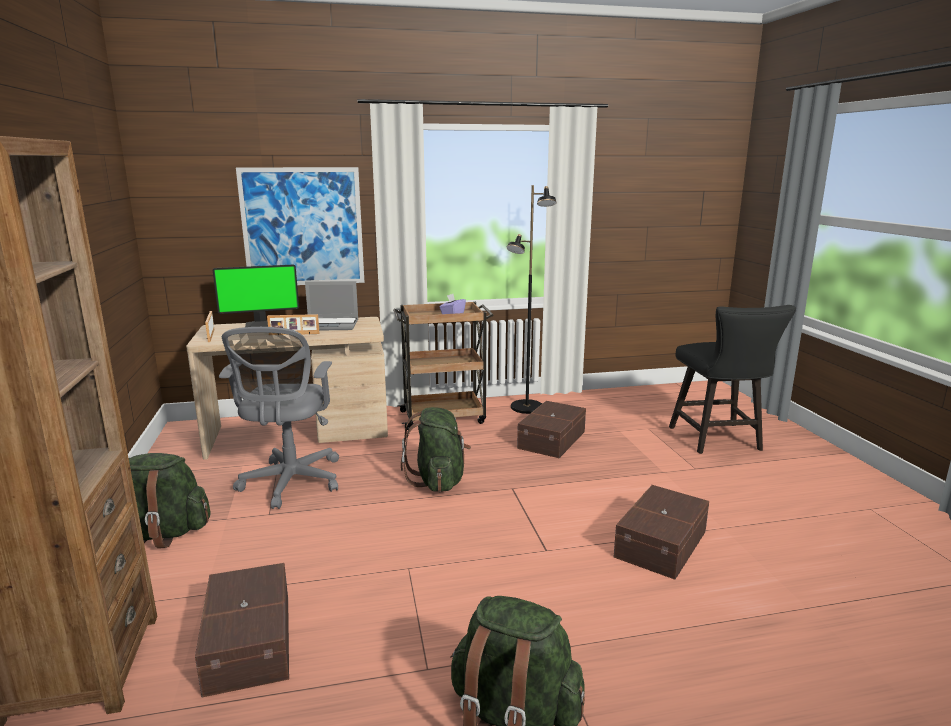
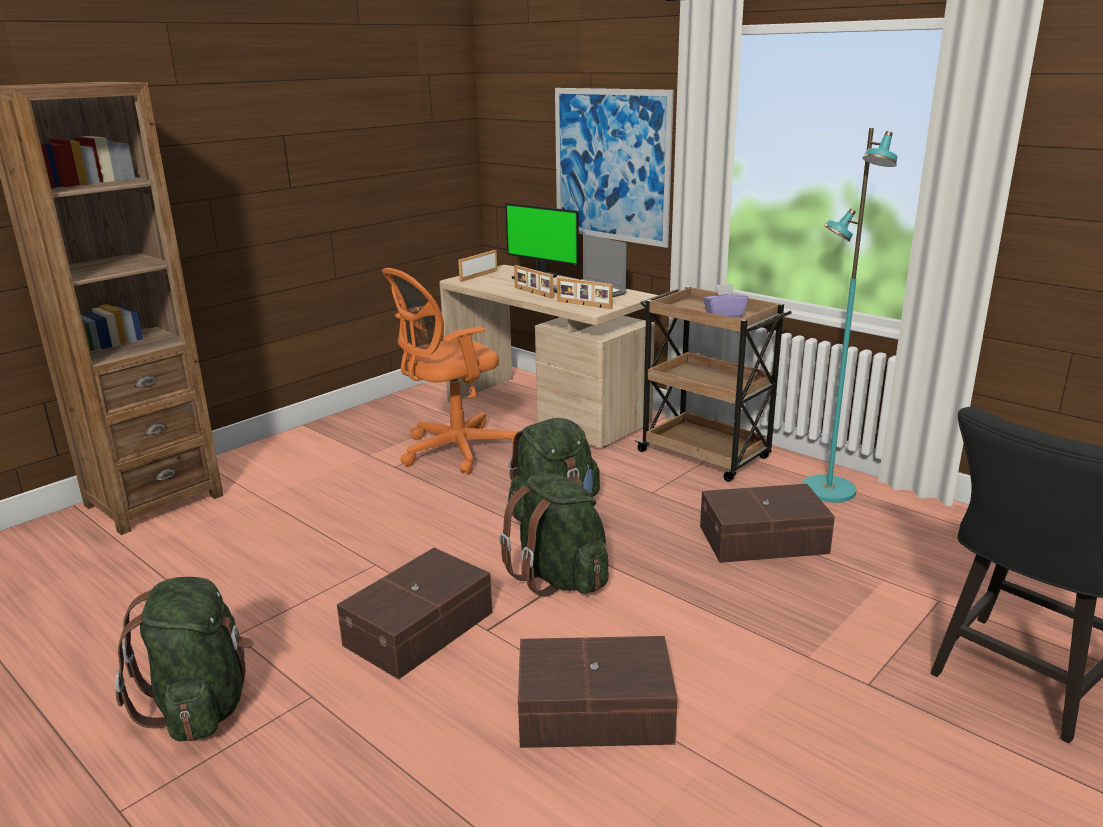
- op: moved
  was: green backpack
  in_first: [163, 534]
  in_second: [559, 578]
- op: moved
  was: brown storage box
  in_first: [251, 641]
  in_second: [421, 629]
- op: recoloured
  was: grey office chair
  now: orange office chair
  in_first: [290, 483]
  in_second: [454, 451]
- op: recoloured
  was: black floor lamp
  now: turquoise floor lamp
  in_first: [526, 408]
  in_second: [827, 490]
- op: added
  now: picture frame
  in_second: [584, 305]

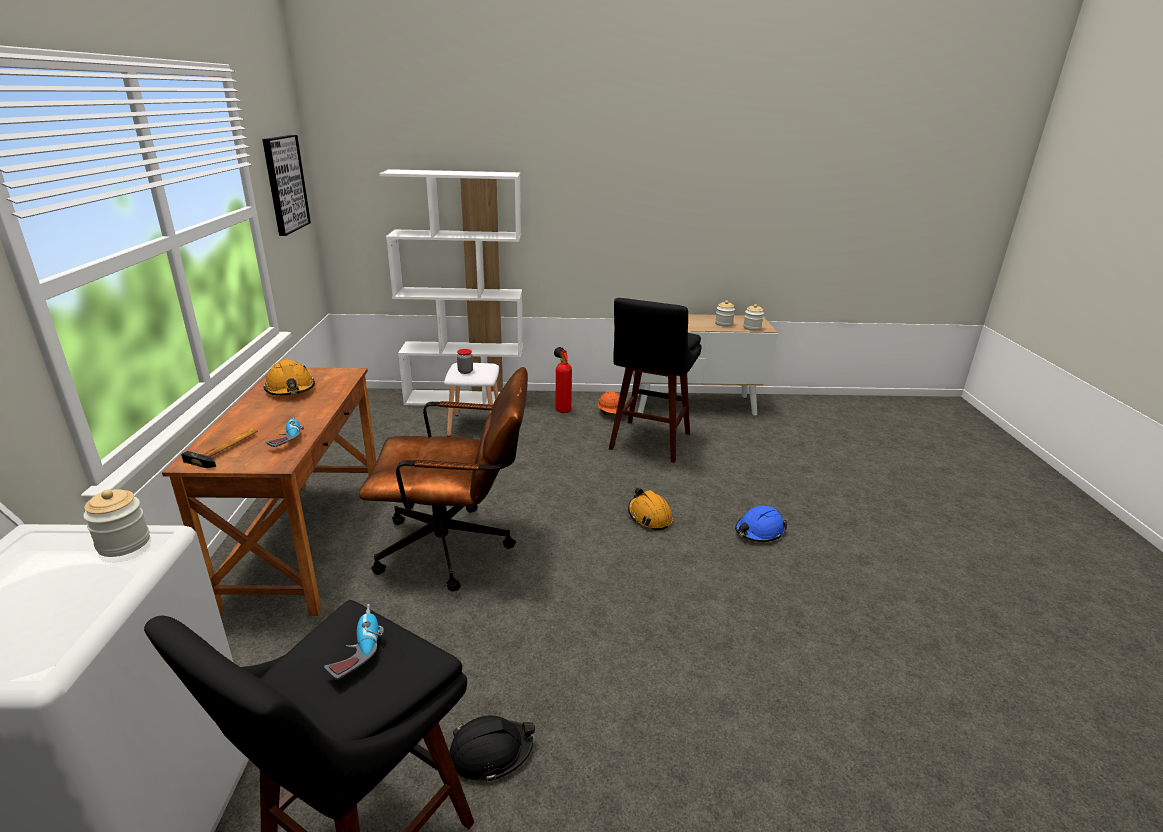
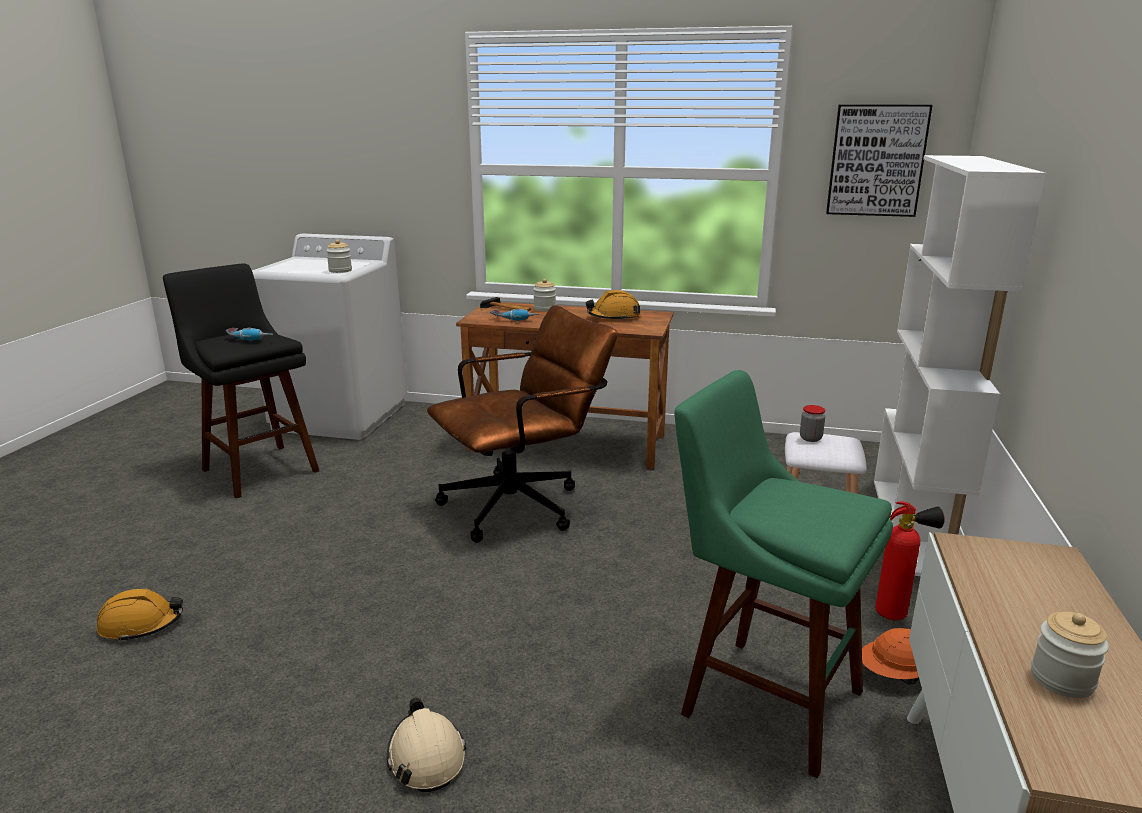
- op: turned
  was: brown office chair
  in_first: [456, 548]
  in_second: [523, 504]
  clockwise: -135
- op: removed
  was: black hard hat
  in_first: [490, 753]
- op: recoloured
  was: black stool
  now: green stool
  in_first: [648, 443]
  in_second: [761, 697]
- op: moved
  was: orange hard hat
  in_first: [649, 516]
  in_second: [141, 624]
- op: recoloured
  was: blue hard hat
  now: beige hard hat
  in_first: [759, 531]
  in_second: [426, 756]
- op: moved
  was: jar
  in_first: [752, 328]
  in_second: [544, 309]

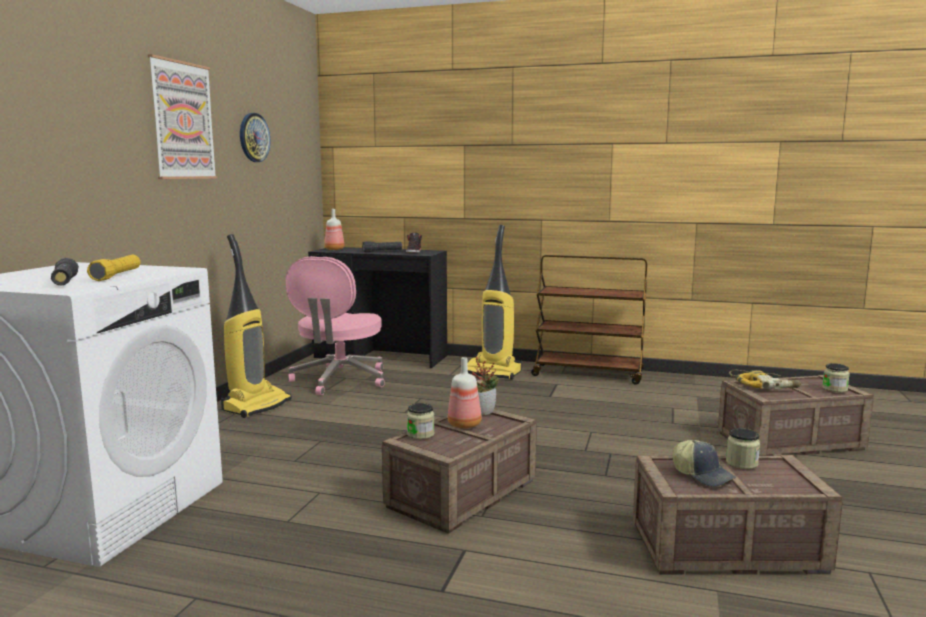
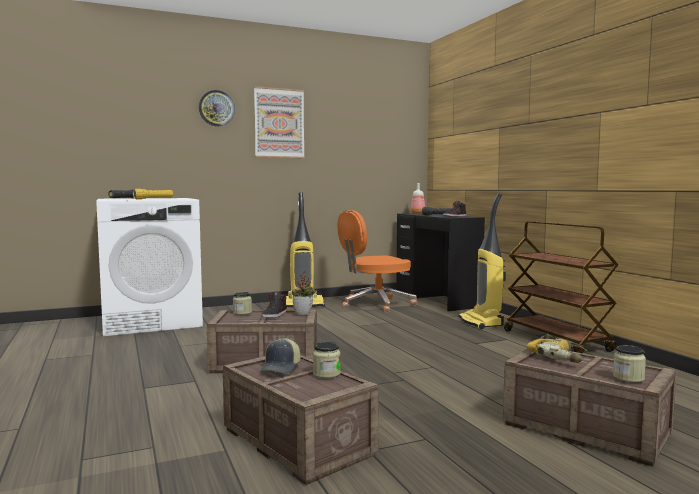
- op: moved
  was: wall clock
  in_first: [254, 137]
  in_second: [216, 108]
- op: recoloured
  was: pink office chair
  now: orange office chair
  in_first: [339, 380]
  in_second: [375, 304]
- op: replaced
  was: bottle
  now: black shoe
  in_first: [464, 424]
  in_second: [275, 315]

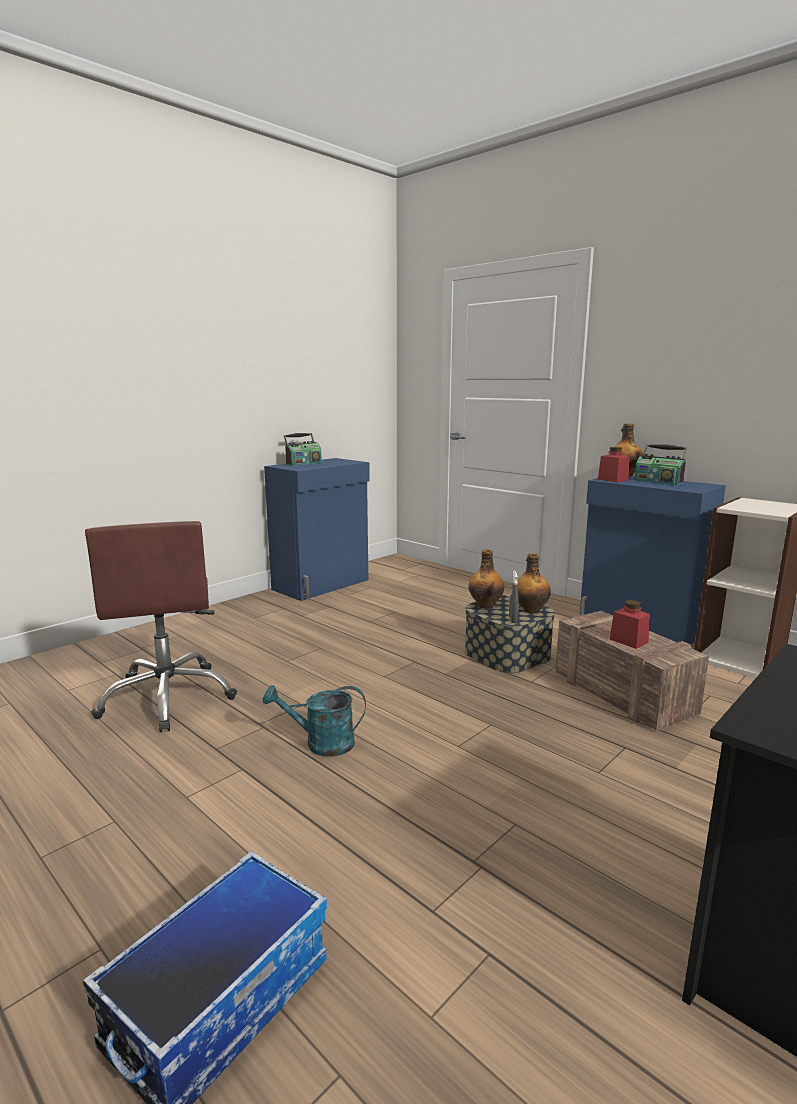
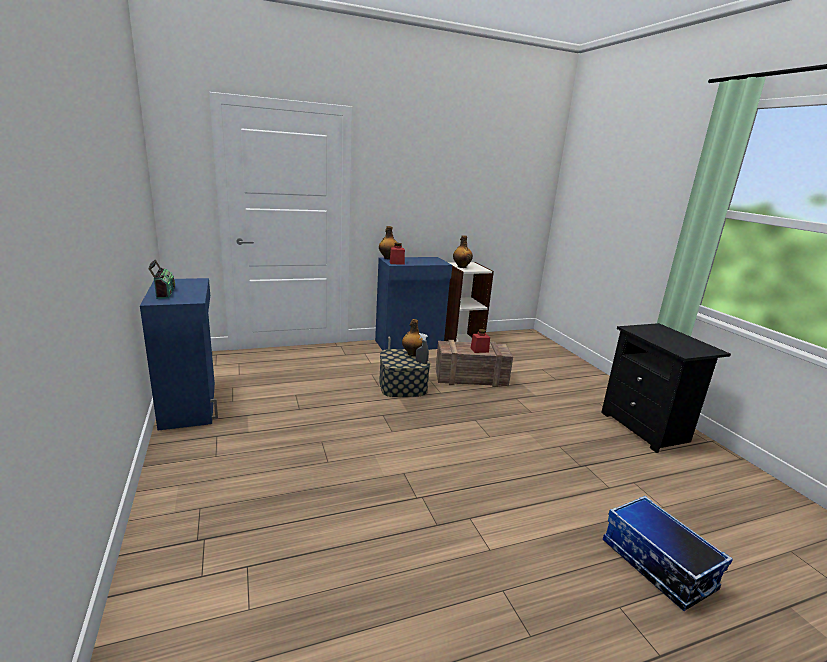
- op: removed
  was: brown office chair
  in_first: [168, 697]
- op: removed
  was: turquoise watering can
  in_first: [321, 744]
- op: moved
  was: bottle
  in_first: [486, 605]
  in_second: [461, 267]
- op: removed
  was: radio
  in_first: [658, 481]

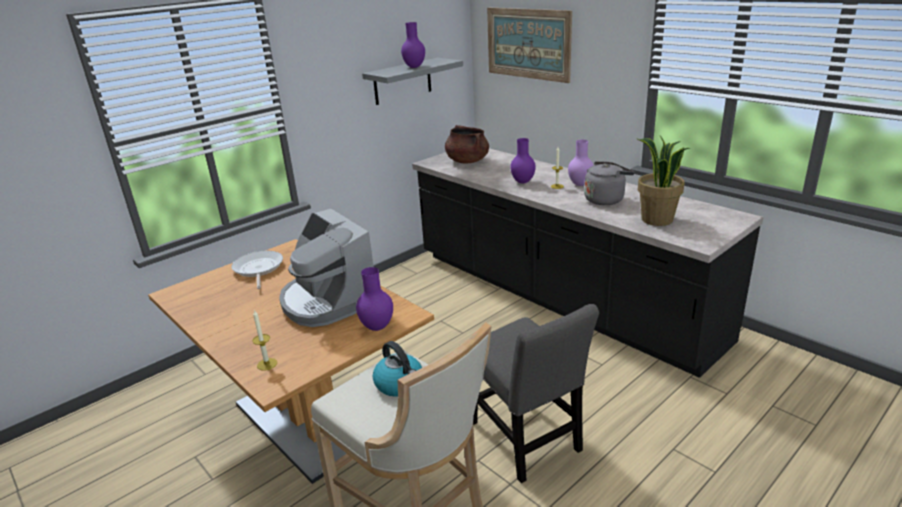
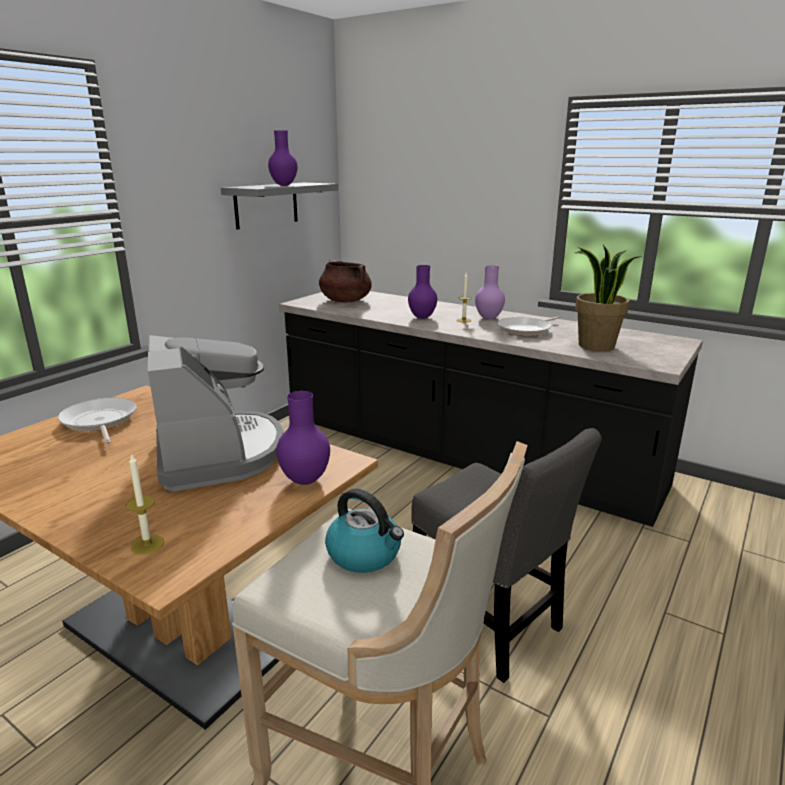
- op: turned
  was: coffee machine
  in_first: [328, 301]
  in_second: [218, 453]
  clockwise: -150
- op: removed
  was: picture
  in_first: [528, 43]
- op: replaced
  was: grey kettle
  now: frying pan
  in_first: [605, 199]
  in_second: [526, 330]

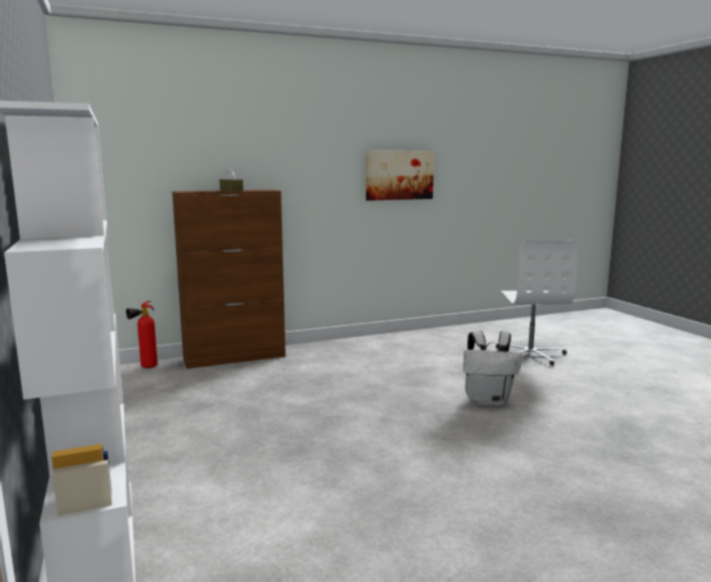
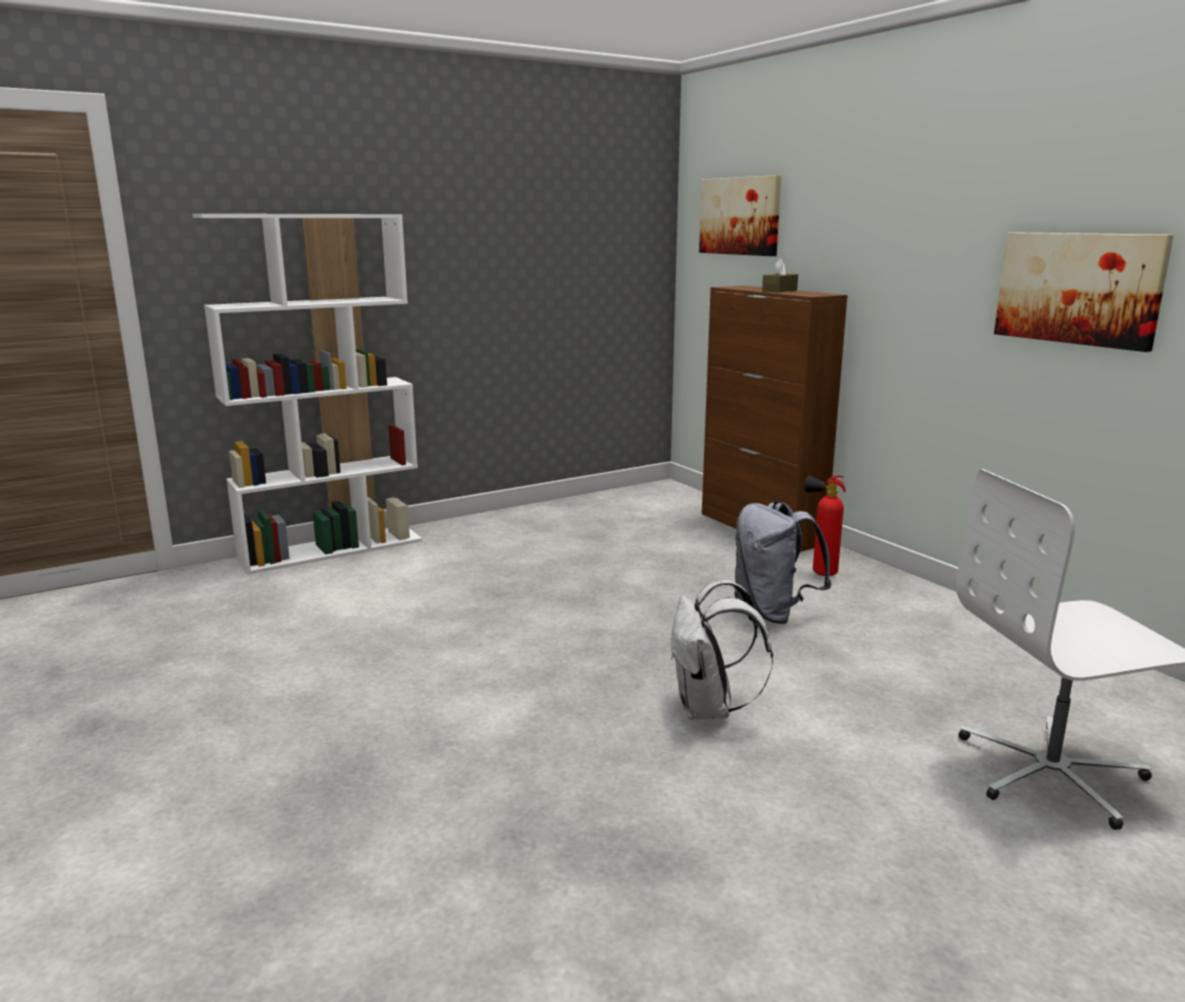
- op: moved
  was: fire extinguisher
  in_first: [145, 368]
  in_second: [819, 572]
- op: added
  now: picture
  in_second: [740, 216]
- op: added
  now: grey backpack
  in_second: [773, 613]

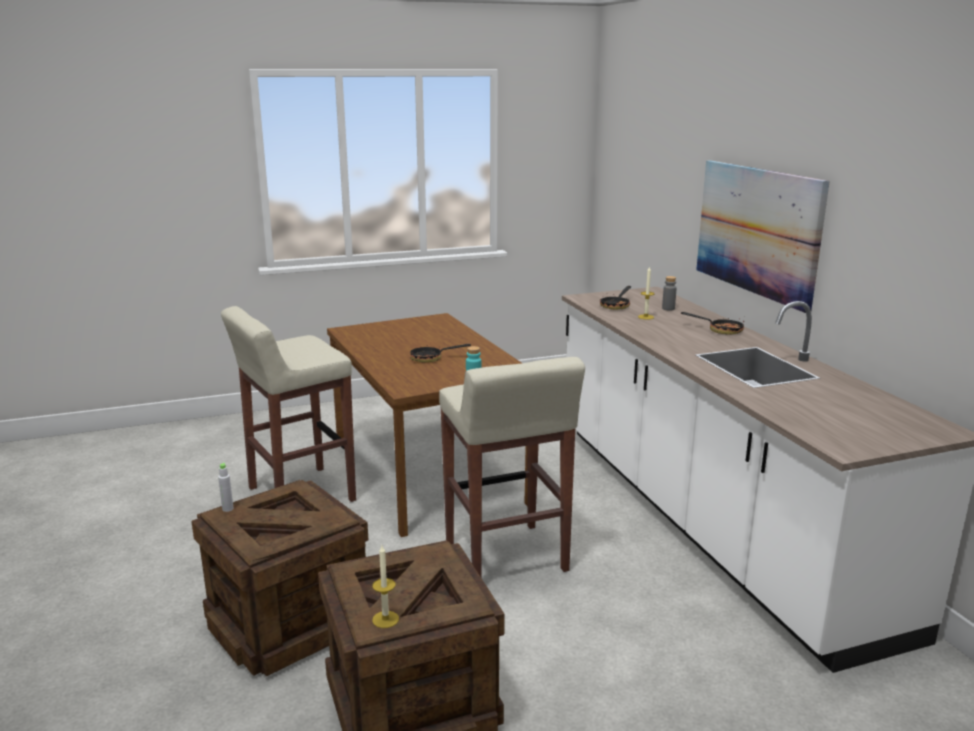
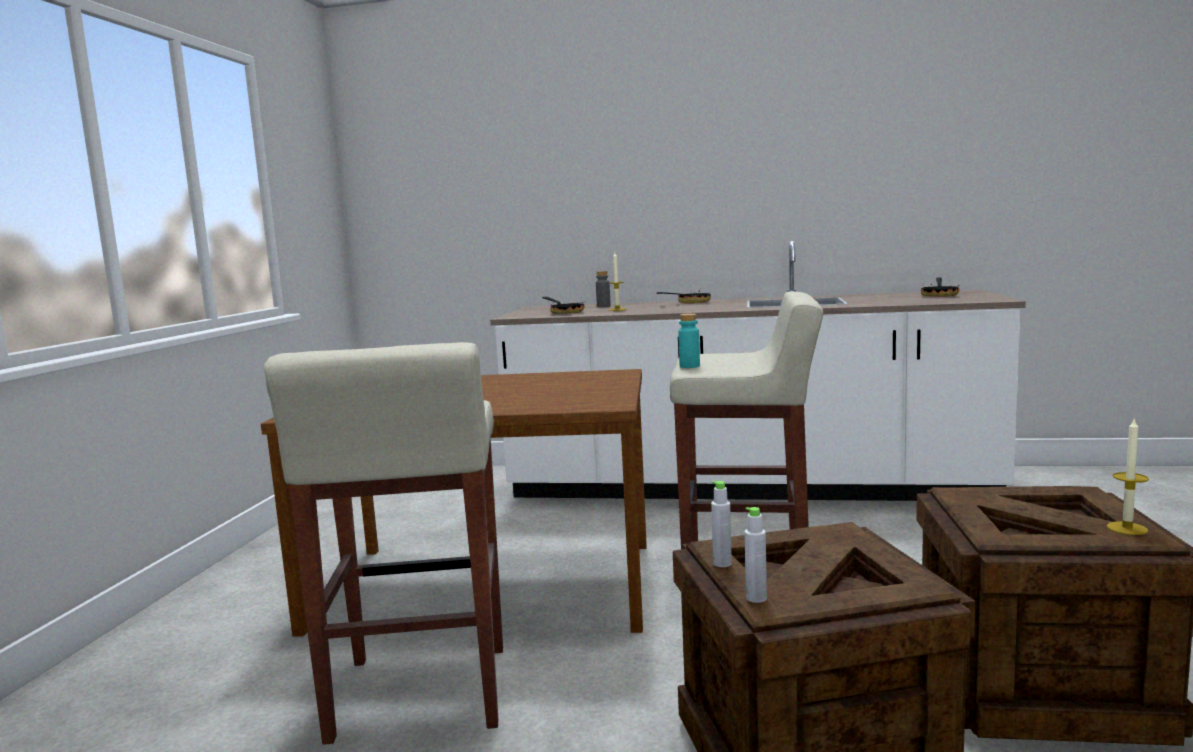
- op: moved
  was: frying pan
  in_first: [431, 358]
  in_second: [940, 295]
- op: removed
  was: picture
  in_first: [757, 230]
- op: added
  now: grey bottle
  in_second: [722, 563]

